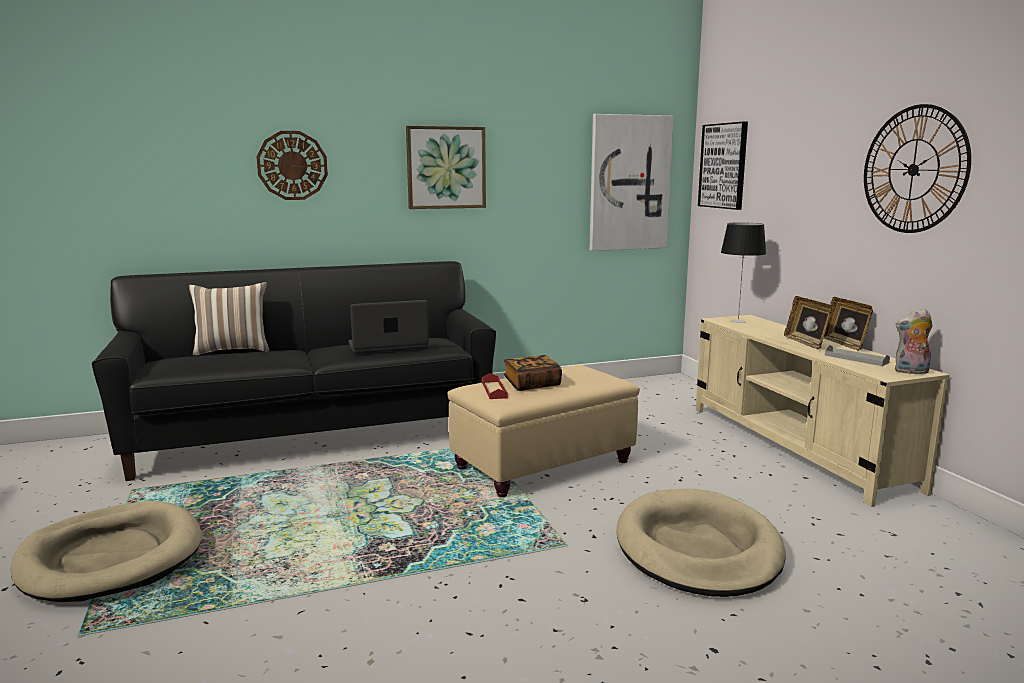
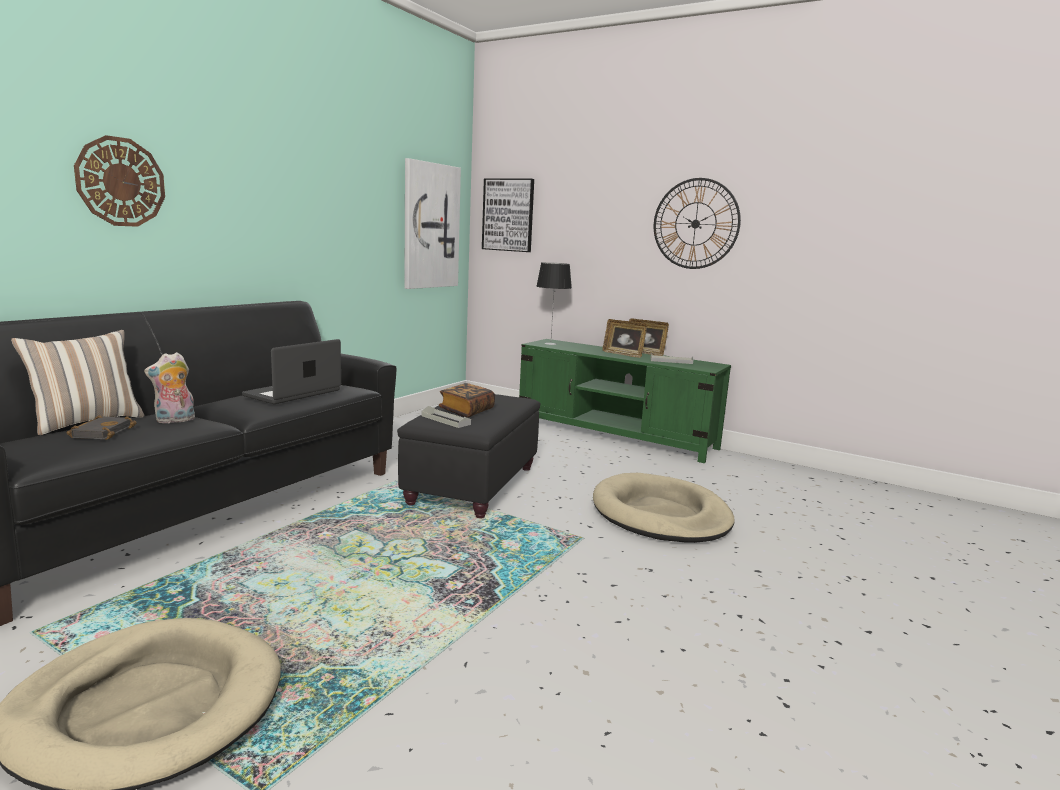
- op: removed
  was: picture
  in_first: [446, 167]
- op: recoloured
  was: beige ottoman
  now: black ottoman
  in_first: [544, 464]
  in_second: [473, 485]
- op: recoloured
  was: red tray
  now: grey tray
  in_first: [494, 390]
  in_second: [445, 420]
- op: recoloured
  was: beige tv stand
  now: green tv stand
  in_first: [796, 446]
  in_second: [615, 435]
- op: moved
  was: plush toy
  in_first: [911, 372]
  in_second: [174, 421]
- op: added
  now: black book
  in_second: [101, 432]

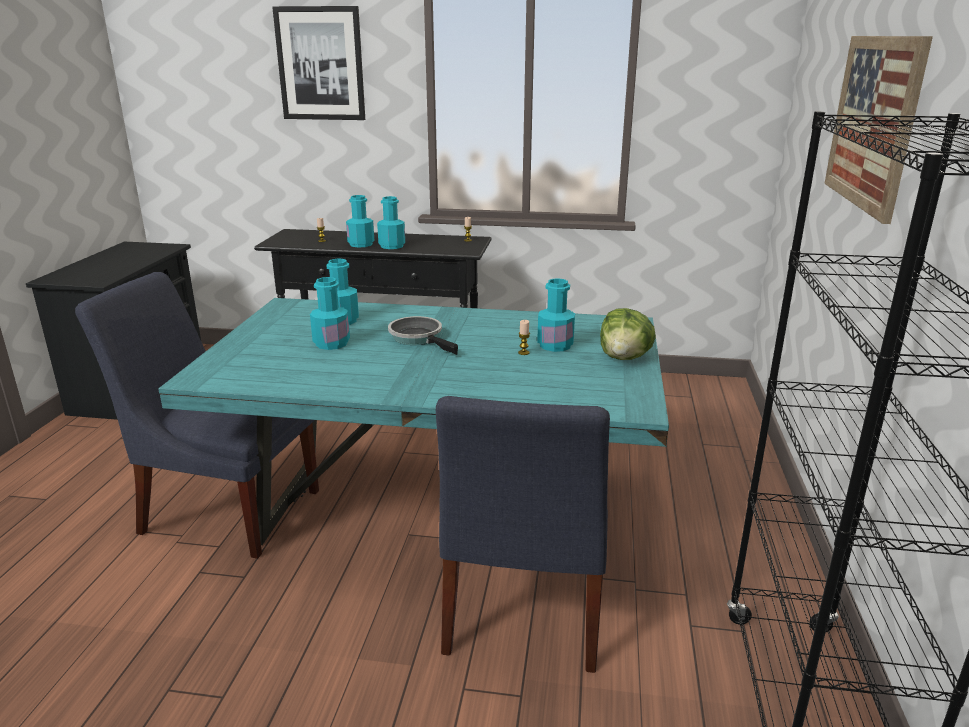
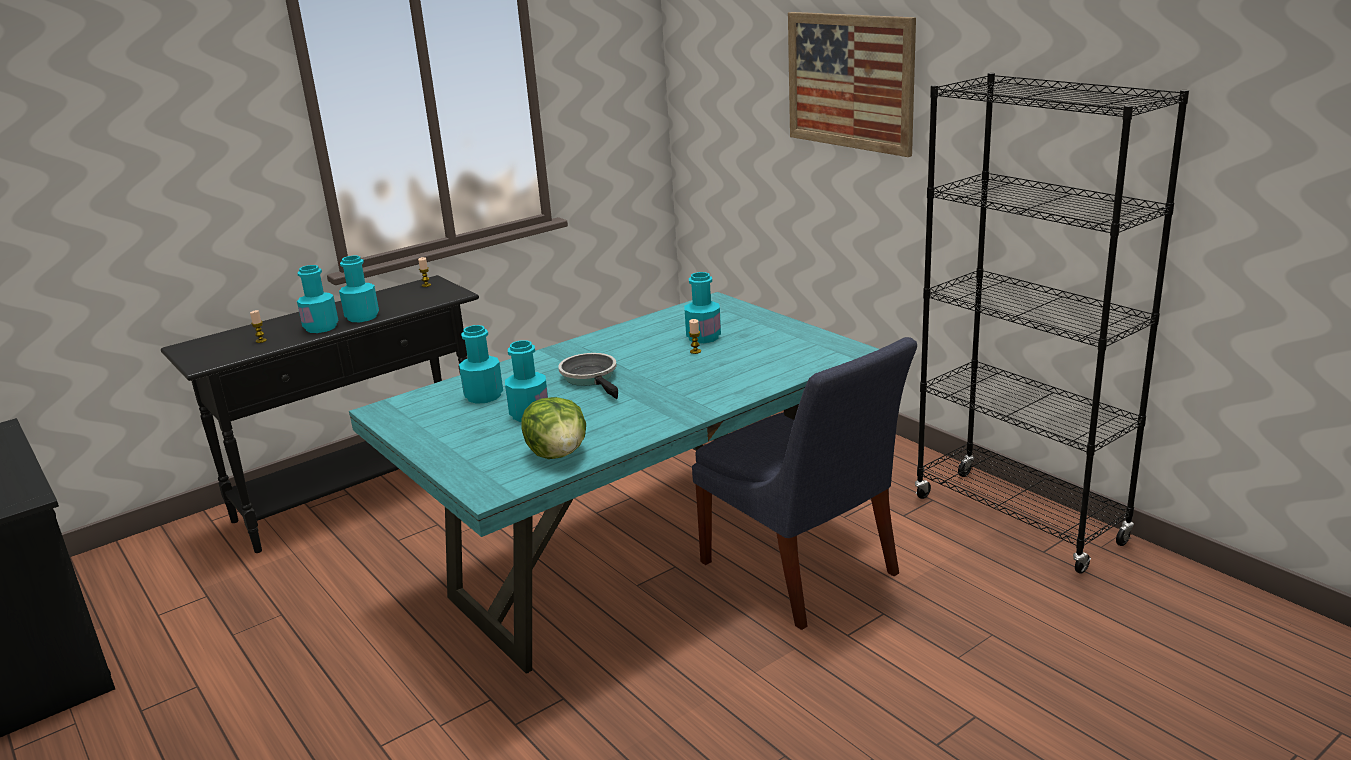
- op: removed
  was: blue chair
  in_first: [225, 508]
- op: removed
  was: picture
  in_first: [320, 64]
- op: turned
  was: frying pan
  in_first: [419, 338]
  in_second: [591, 378]
  clockwise: 60
- op: moved
  was: lettuce
  in_first: [624, 358]
  in_second: [558, 454]

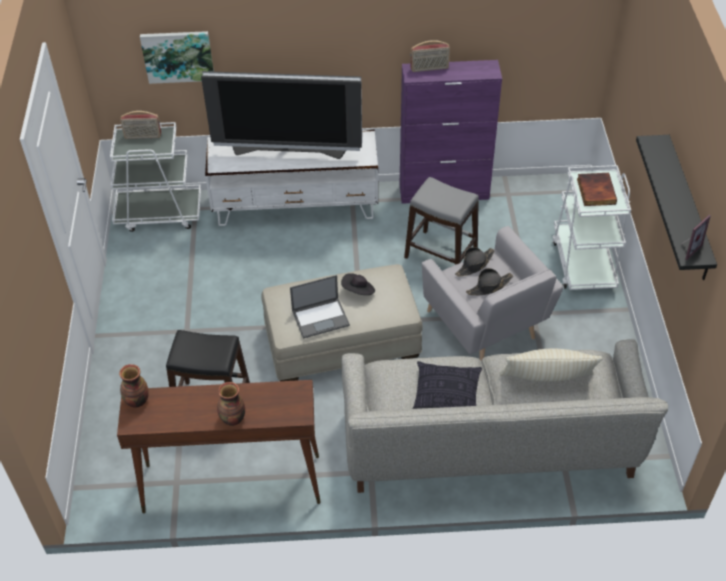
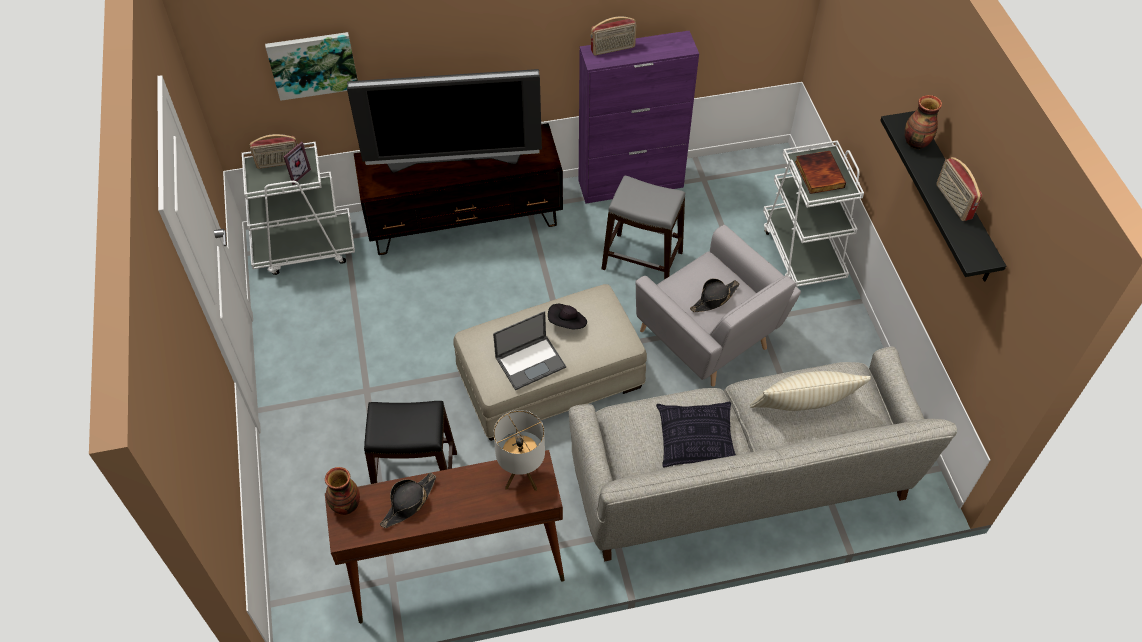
- op: recoloured
  was: white tv stand
  now: brown tv stand
  in_first: [296, 206]
  in_second: [464, 220]
- op: moved
  was: vase
  in_first: [232, 419]
  in_second: [916, 143]
- op: moved
  was: black hat
  in_first: [474, 265]
  in_second: [408, 503]
- op: moved
  was: picture frame
  in_first: [687, 248]
  in_second: [296, 174]
- op: added
  now: table lamp
  in_second: [522, 475]
- op: added
  now: radio
  in_second: [952, 202]

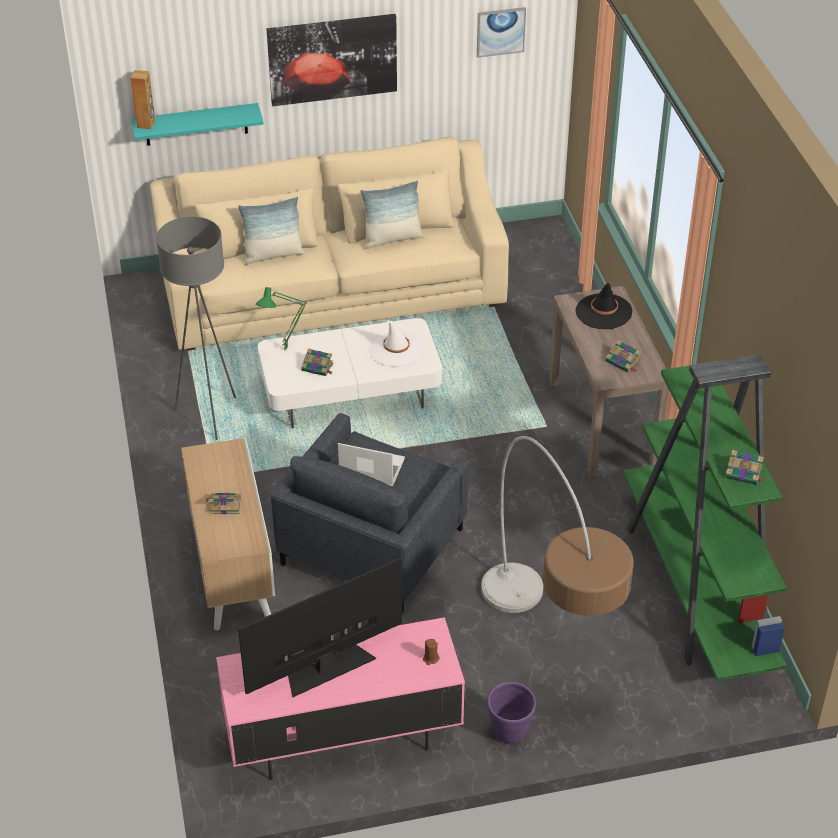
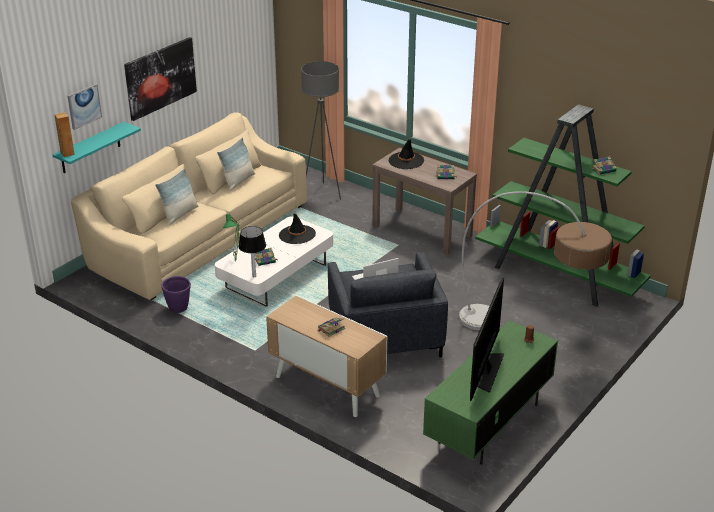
- op: moved
  was: grey floor lamp
  in_first: [209, 416]
  in_second: [322, 193]
- op: recoloured
  was: pink tv stand
  now: green tv stand
  in_first: [341, 737]
  in_second: [489, 424]
- op: recoloured
  was: white hat
  now: black hat
  in_first: [396, 350]
  in_second: [297, 235]
- op: moved
  was: picture
  in_first: [500, 31]
  in_second: [84, 106]
- op: moved
  was: purple planter
  in_first: [509, 733]
  in_second: [178, 309]
- op: added
  now: table lamp
  in_second: [254, 276]

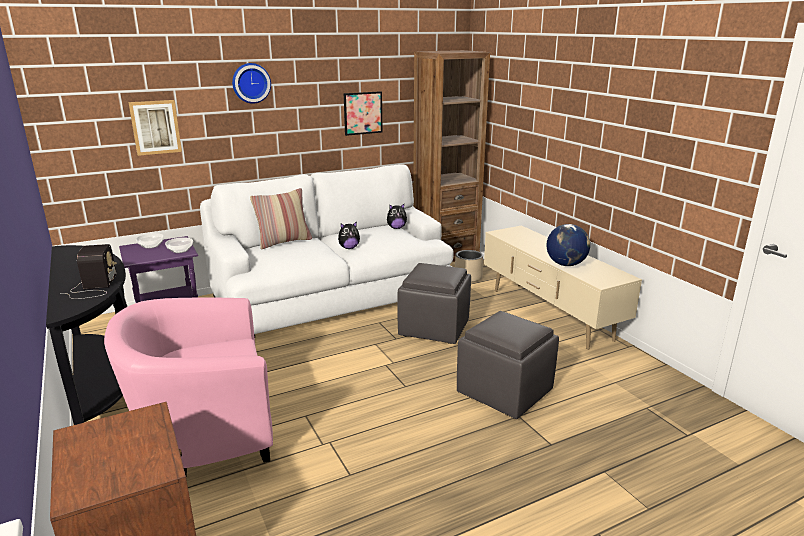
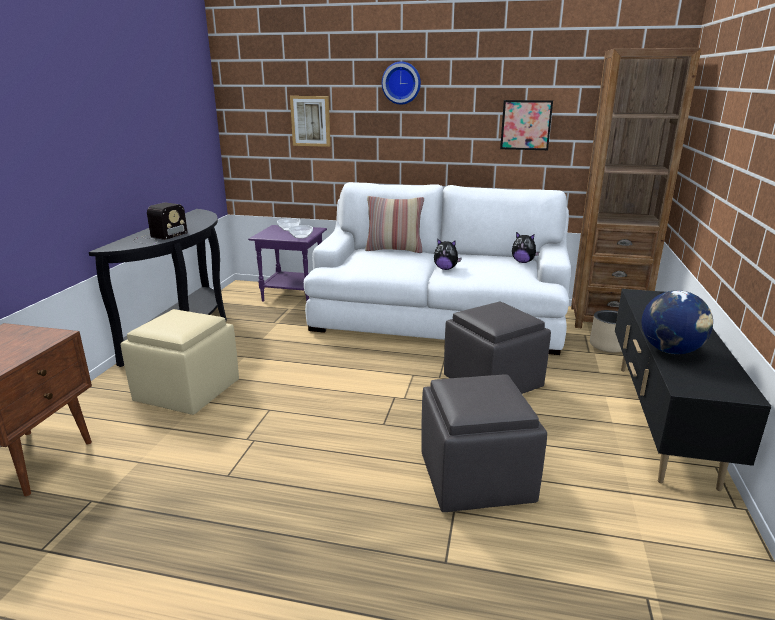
- op: replaced
  was: pink armchair
  now: beige ottoman
  in_first: [204, 436]
  in_second: [187, 391]
- op: recoloured
  was: beige tv stand
  now: black tv stand
  in_first: [549, 314]
  in_second: [661, 421]

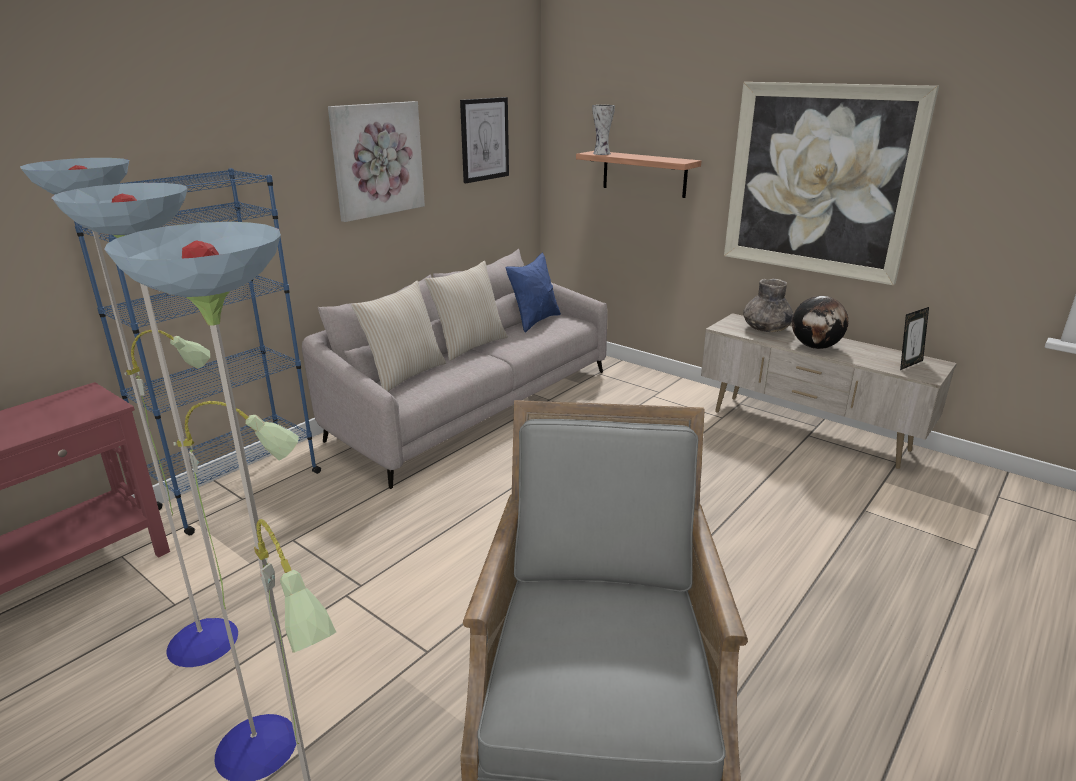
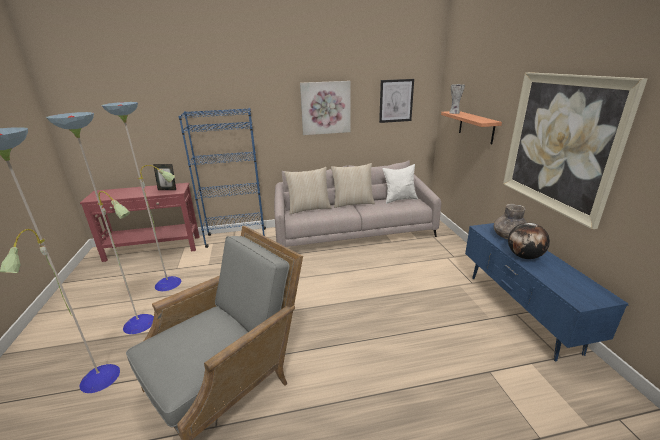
- op: recoloured
  was: blue pillow
  now: white pillow
  in_first: [534, 321]
  in_second: [399, 199]
- op: recoloured
  was: beige tv stand
  now: blue tv stand
  in_first: [807, 431]
  in_second: [519, 311]
- op: moved
  was: picture frame
  in_first: [908, 364]
  in_second: [167, 189]

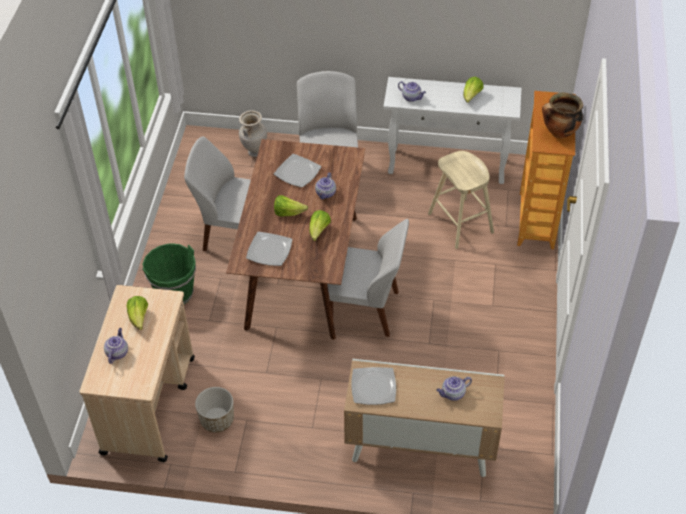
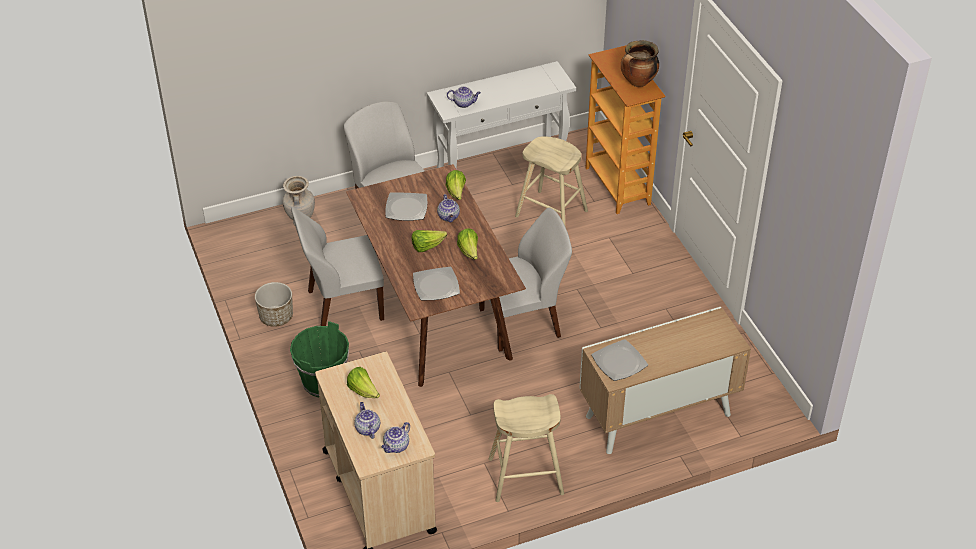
- op: moved
  was: planter
  in_first: [217, 419]
  in_second: [276, 316]
- op: moved
  was: teapot
  in_first: [452, 394]
  in_second: [396, 447]
- op: moved
  was: lettuce
  in_first: [471, 96]
  in_second: [456, 193]
- op: added
  now: beige stool
  in_second: [526, 476]

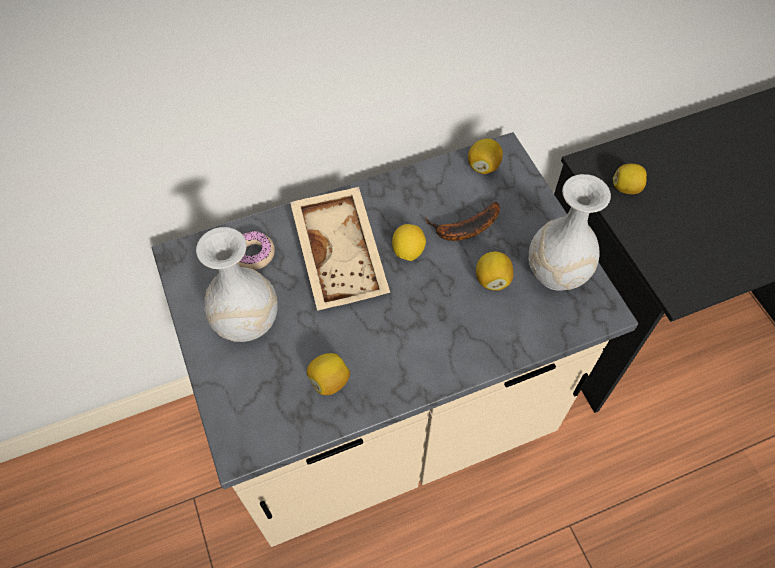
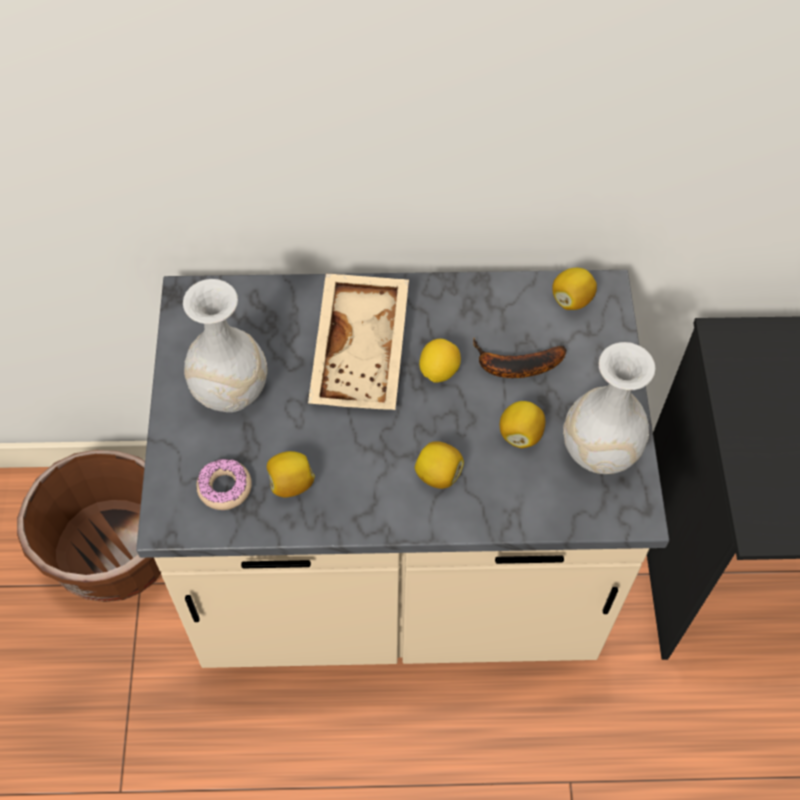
- op: moved
  was: donut
  in_first: [254, 254]
  in_second: [224, 488]
- op: moved
  was: lemon
  in_first: [626, 188]
  in_second: [438, 475]
- op: added
  now: brown planter
  in_second: [114, 552]

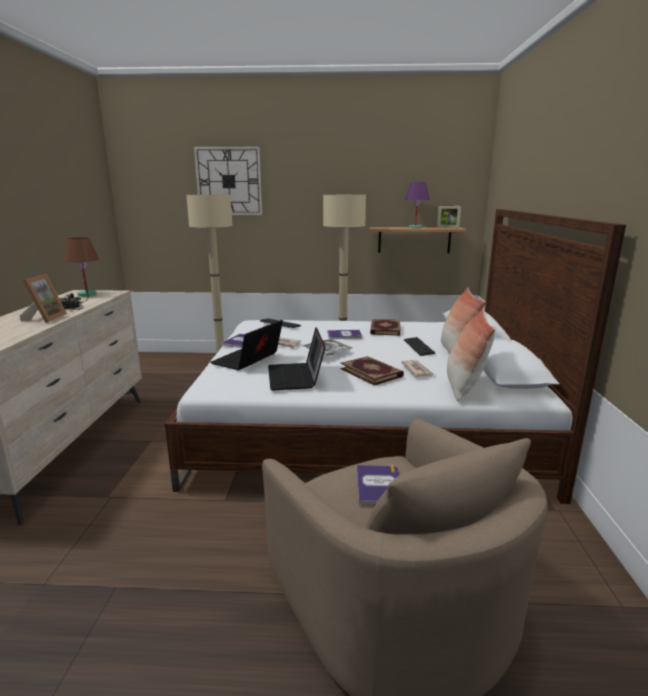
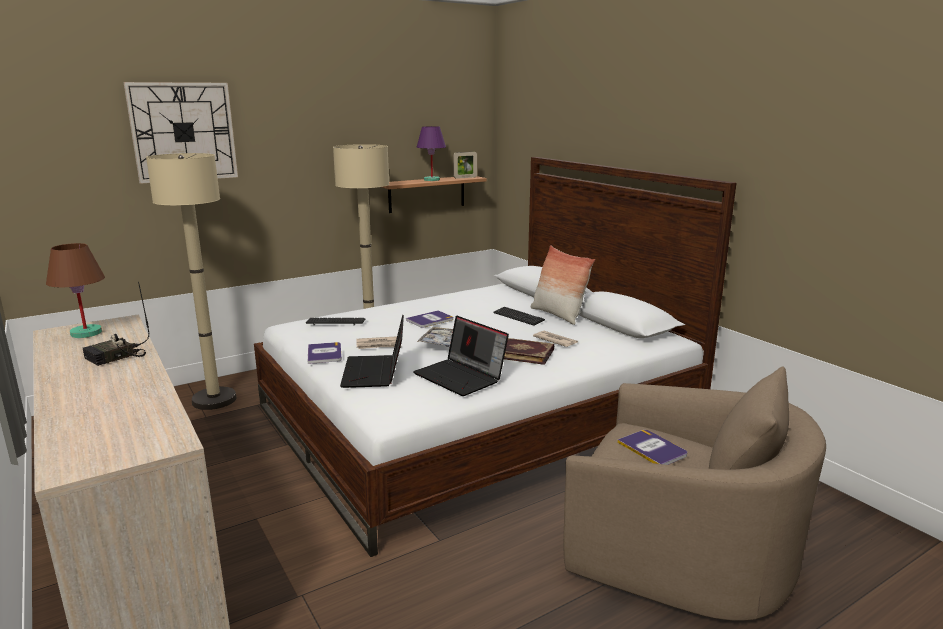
- op: removed
  was: picture frame
  in_first: [45, 318]
- op: removed
  was: book
  in_first: [384, 329]
- op: removed
  was: pillow
  in_first: [464, 387]

